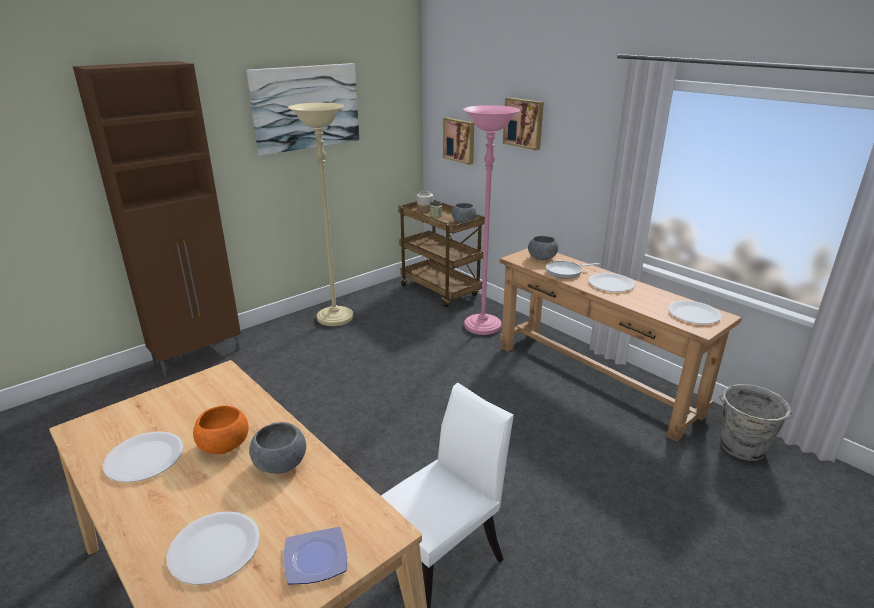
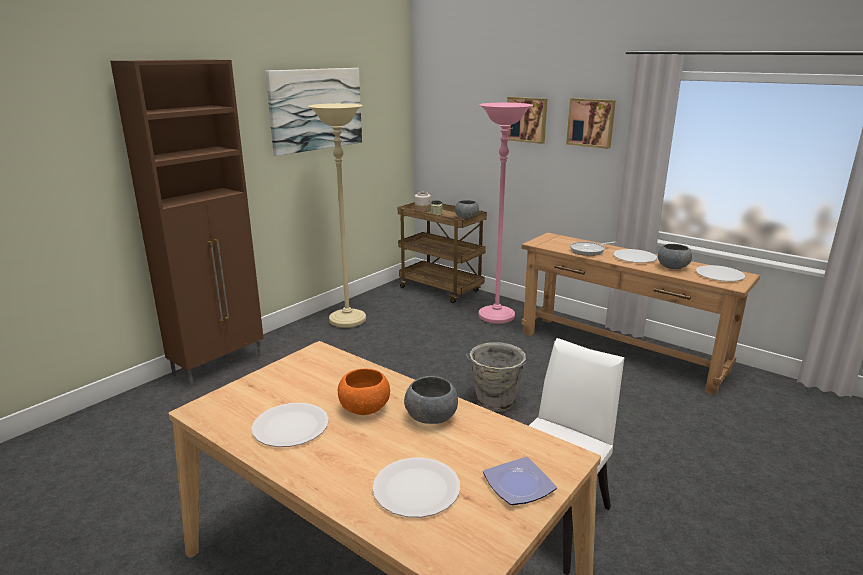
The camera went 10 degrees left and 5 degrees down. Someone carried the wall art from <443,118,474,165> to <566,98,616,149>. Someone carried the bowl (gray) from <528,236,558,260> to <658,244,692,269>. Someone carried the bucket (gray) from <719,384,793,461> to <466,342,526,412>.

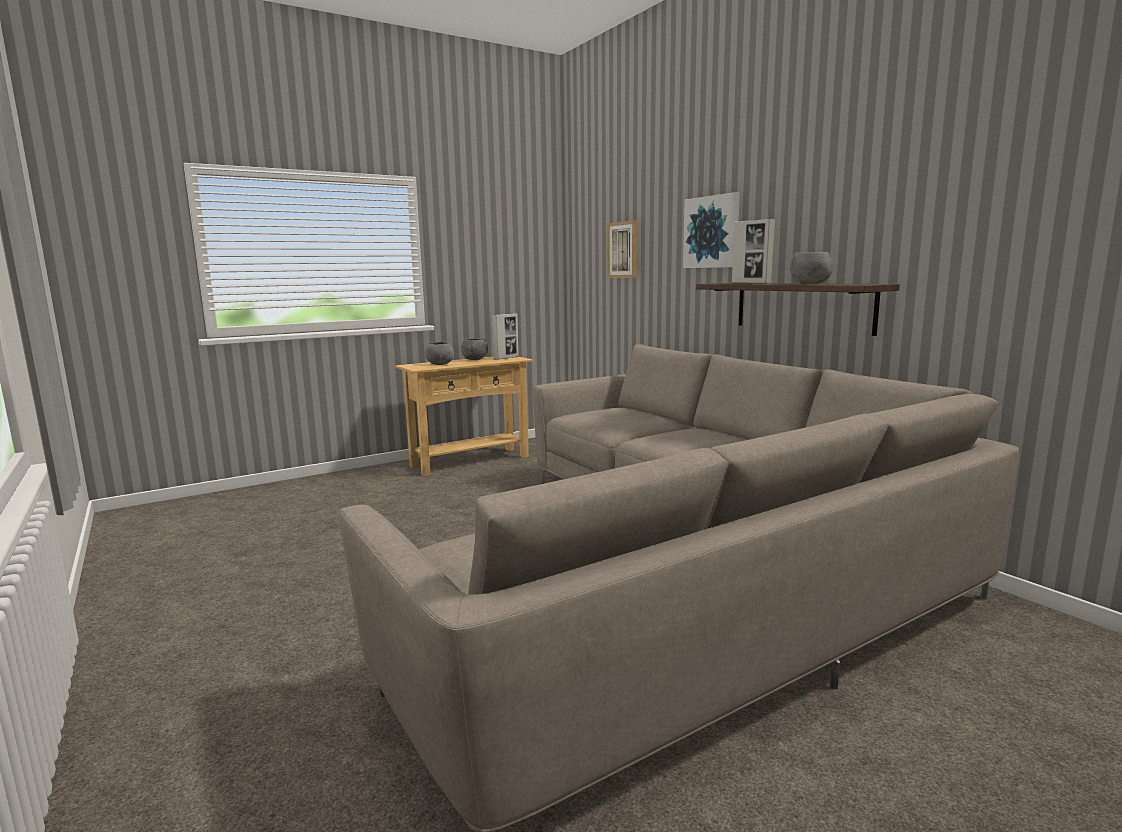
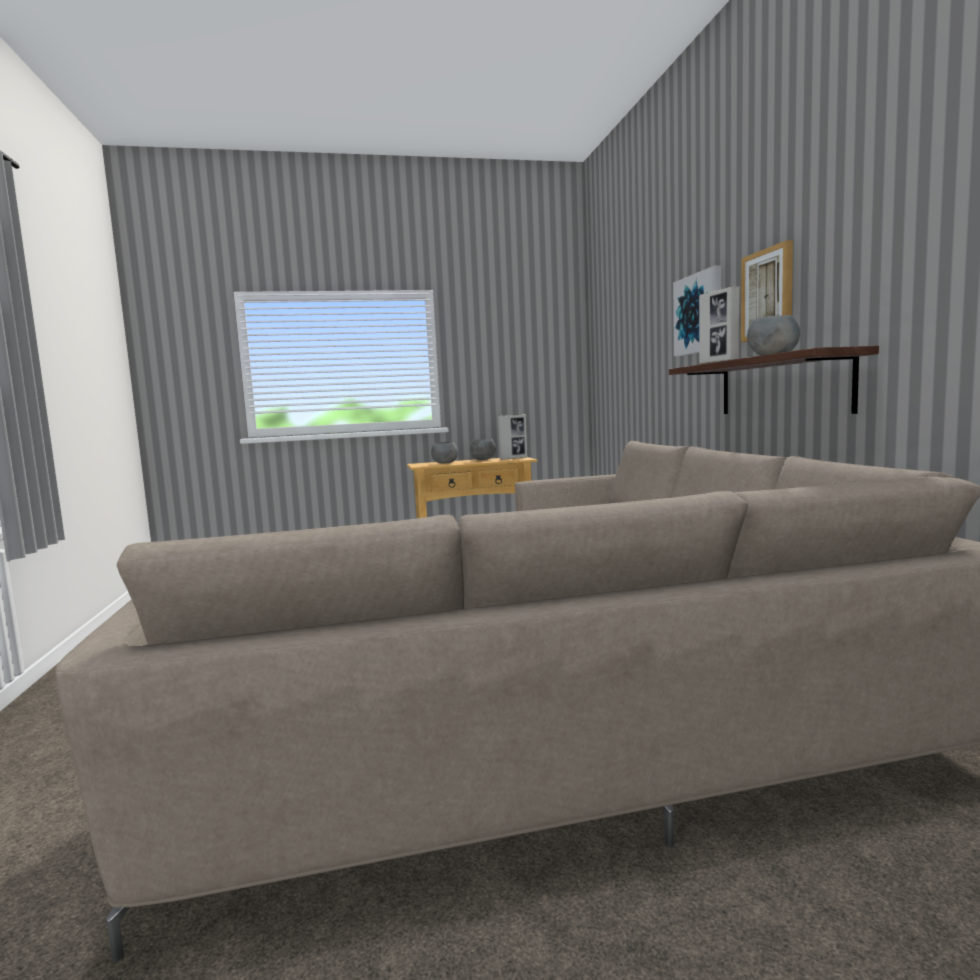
The camera went 20 degrees right and 5 degrees down. Someone carried the wall art from <607,220,638,278> to <741,240,793,342>.

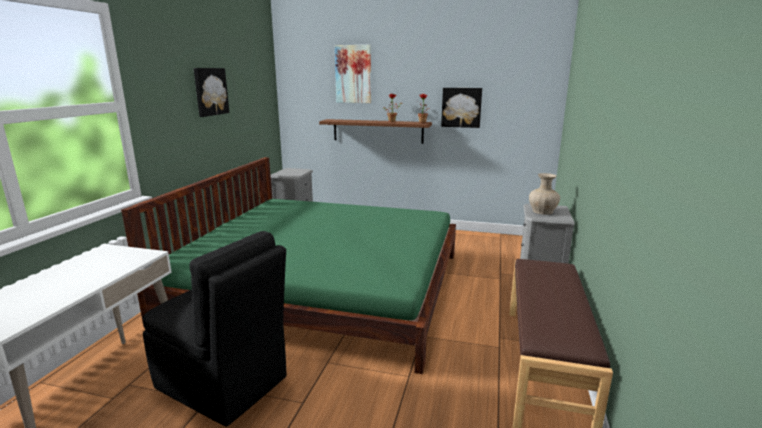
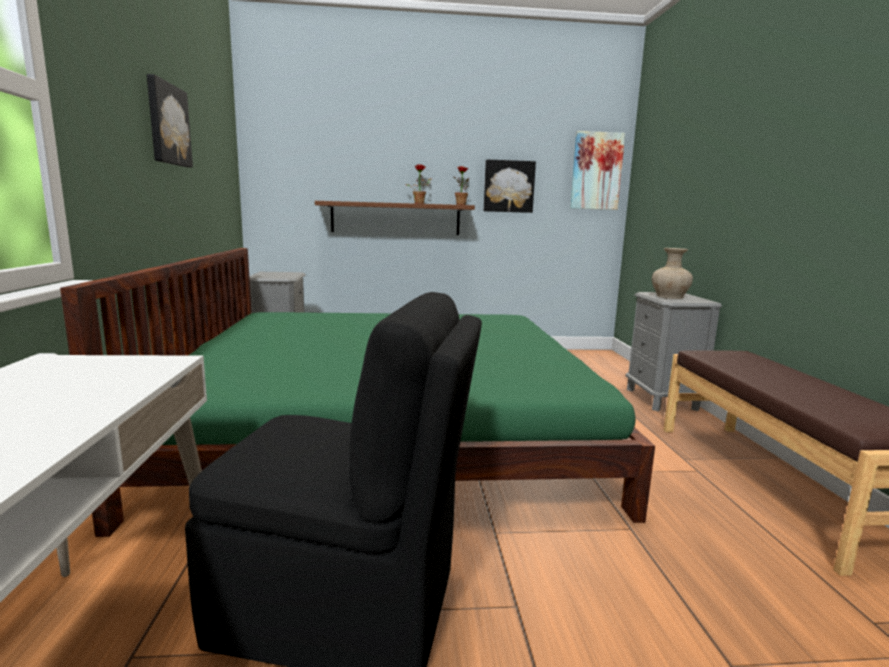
The camera went 20 degrees left and 5 degrees down. Someone carried the wall art from <335,45,371,103> to <570,131,625,210>.

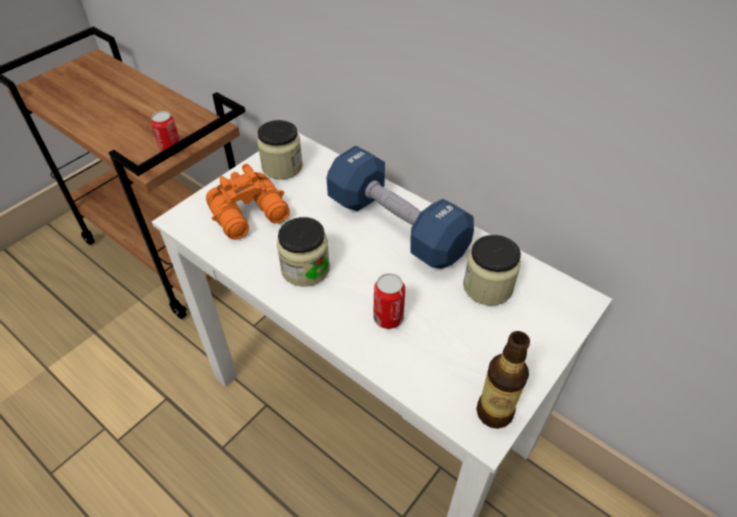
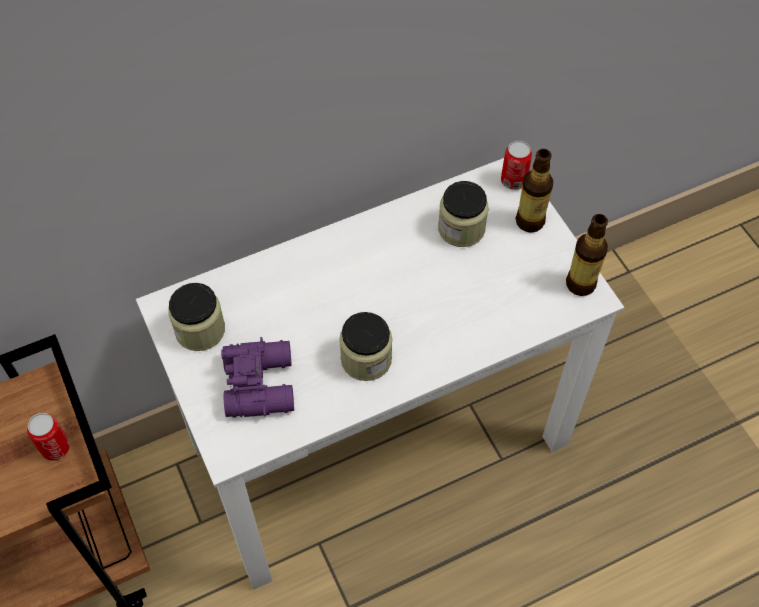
The camera went 65 degrees left and 10 degrees up. Someone took away the hand weight (blue-coloured) at <327,146,474,269>. Someone repainted the binoculars (orange-coloured) at <206,164,290,240>, which became the binoculars (purple) at <221,337,294,418>. Someone carried the can from <373,273,405,329> to <501,141,532,190>. Someone put down the bottle at <516,149,553,233>.

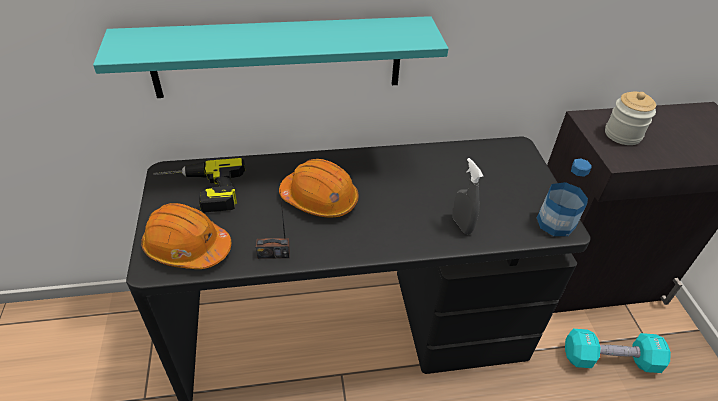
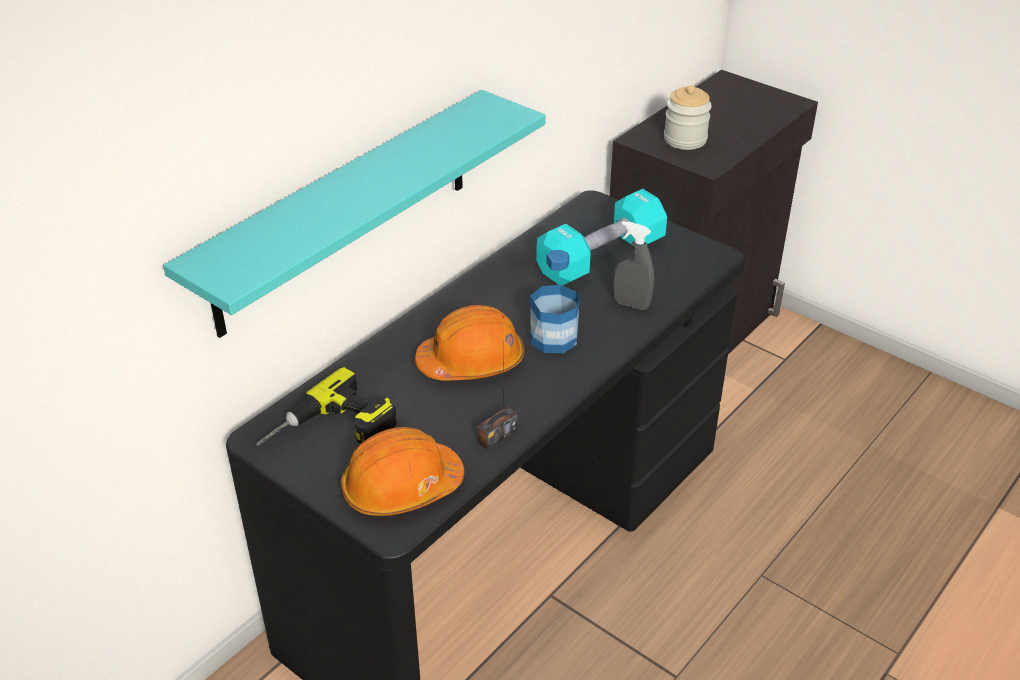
The camera went 40 degrees left and 5 degrees down. Someone carried the bottle from <537,159,592,236> to <530,250,580,353>. Someone carried the hand weight (turquoise-coloured) from <565,329,671,373> to <536,189,667,286>.

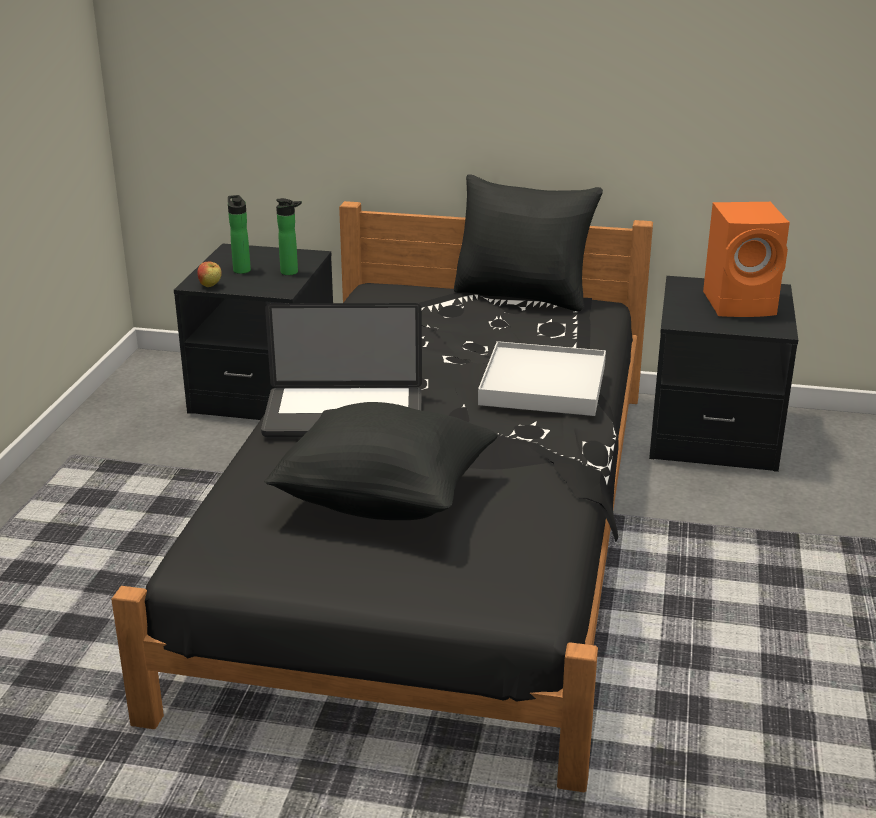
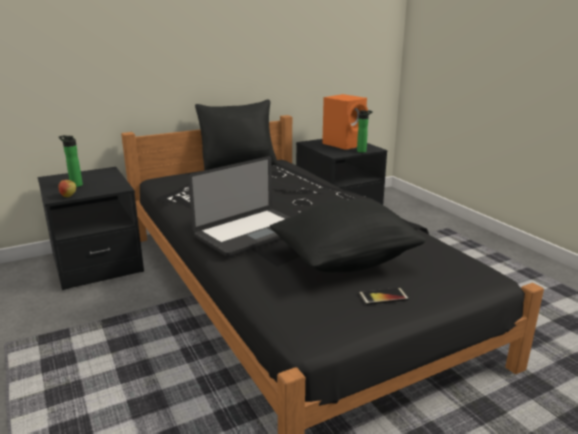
The camera went 40 degrees left and 5 degrees down. Someone carried the bottle from <276,198,302,275> to <357,110,373,153>. Someone took away the tray (whitish) at <478,341,606,416>. Someone put down the telephone at <359,288,409,305>.

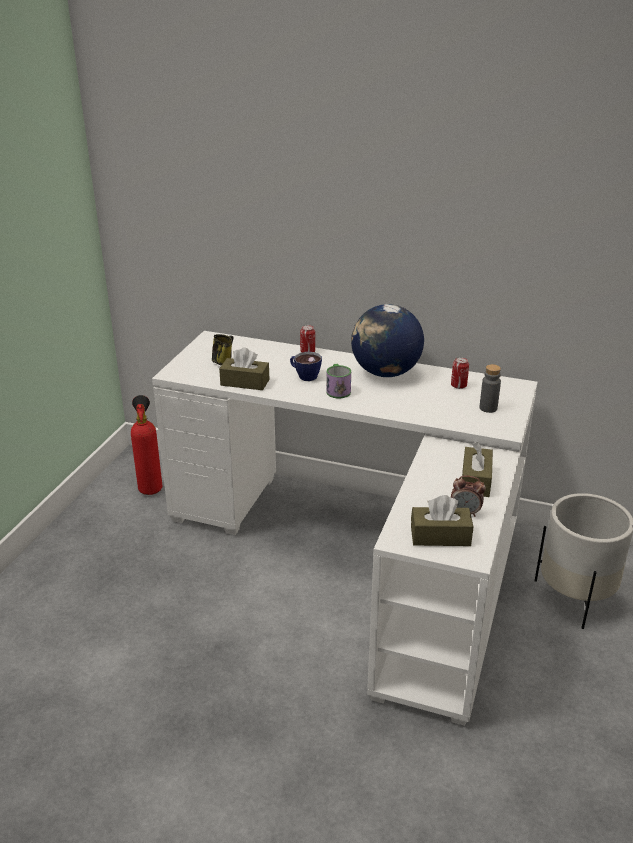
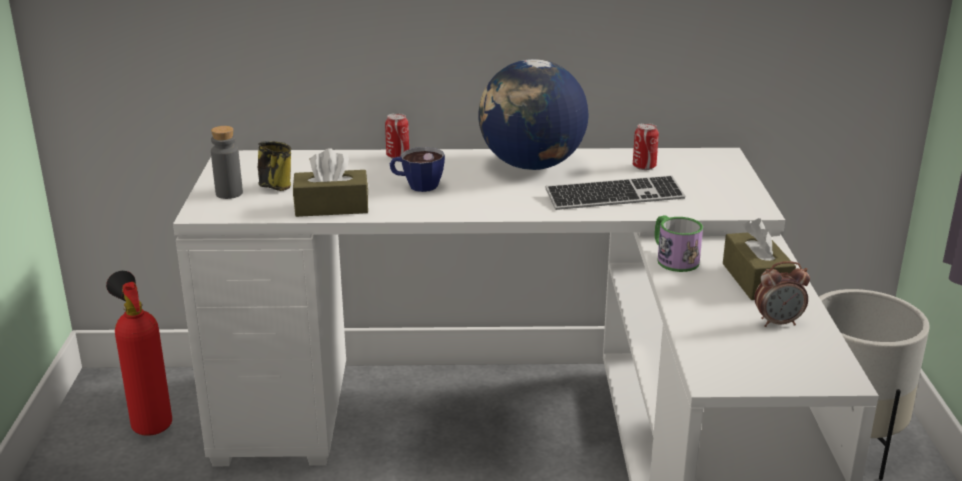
The camera went 20 degrees left and 5 degrees down. Someone carried the coffee mug from <326,364,351,398> to <655,215,703,272>. Someone carried the bottle (gray) from <480,364,501,413> to <211,126,243,199>. Someone took away the tissue box (brownish) at <411,495,474,546>. Someone put down the PC keyboard at <545,175,685,210>.

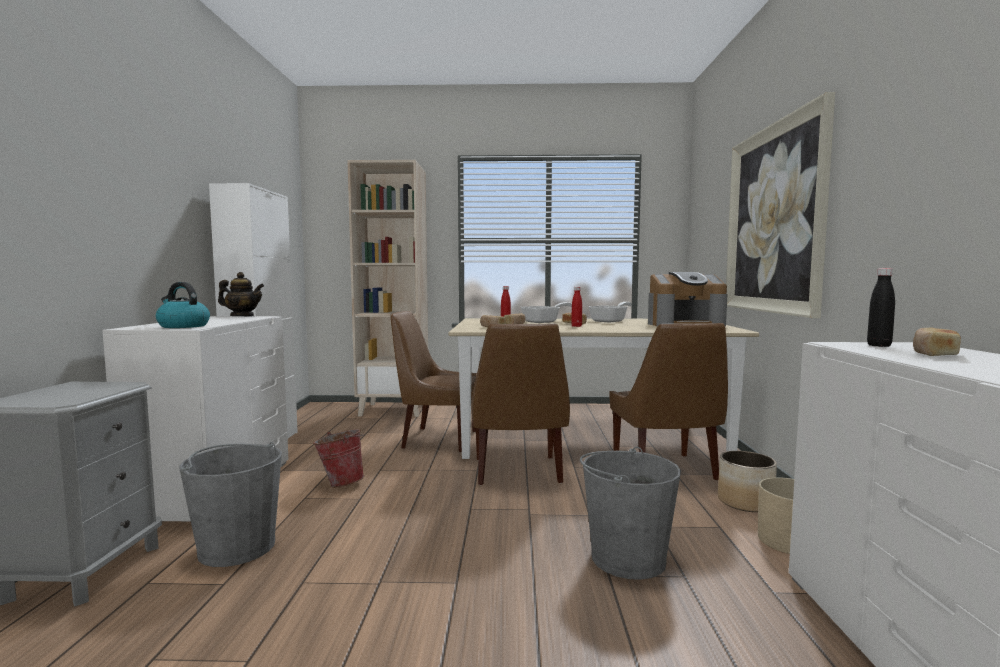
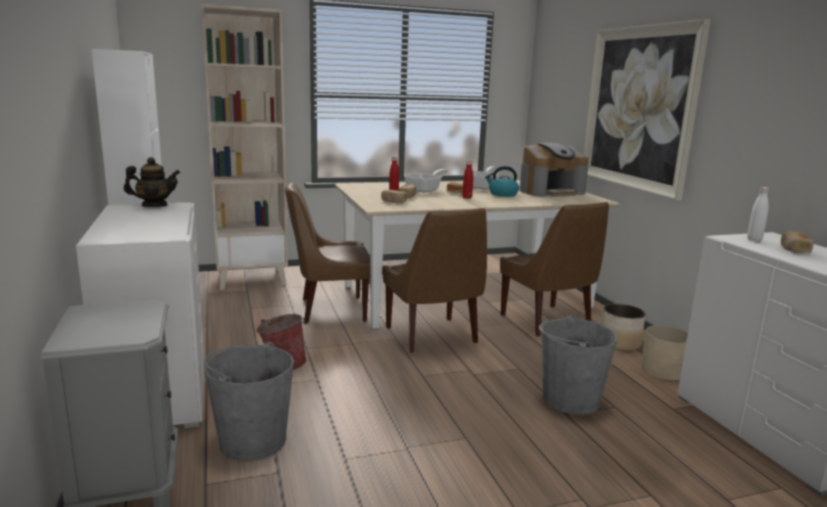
The camera went 20 degrees left and 10 degrees up. Someone repainted the bottle (blackish) at <867,268,895,347>, which became the bottle (whitish) at <747,187,770,241>. Someone carried the water kettle from <156,282,210,328> to <485,166,519,197>.

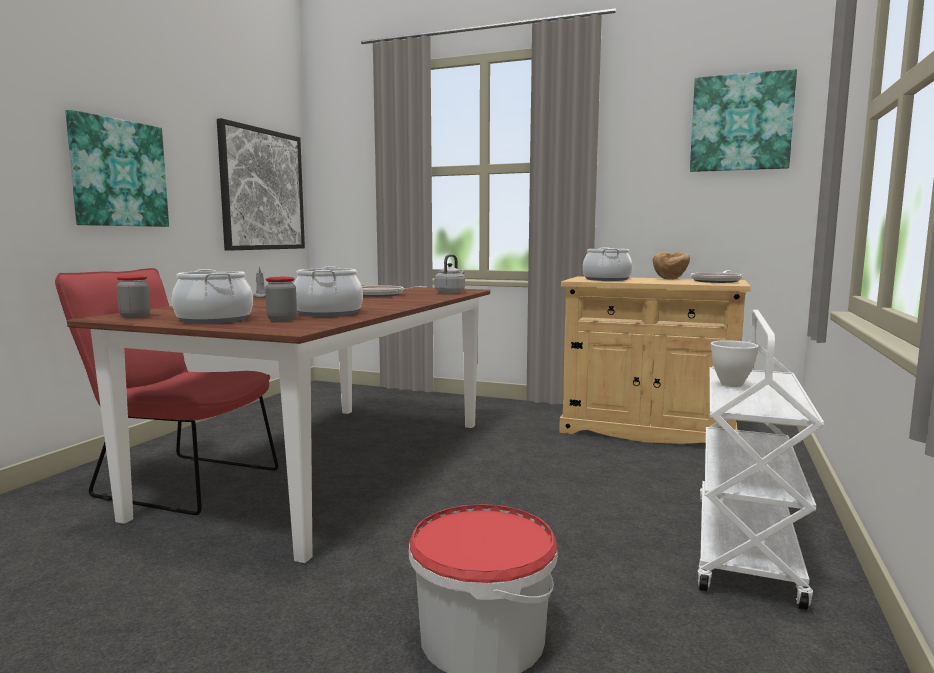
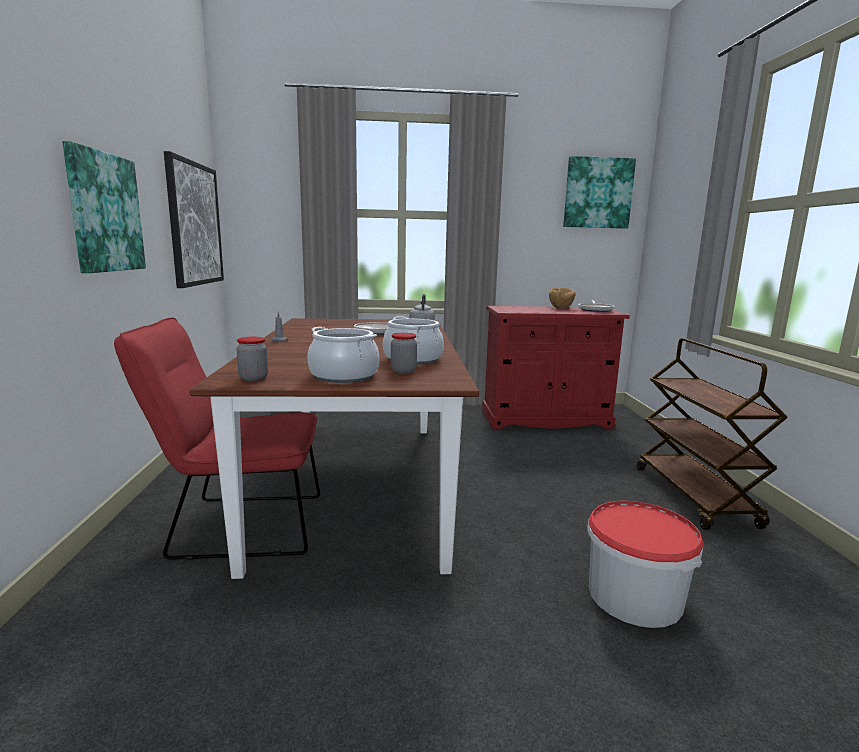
The camera went 25 degrees left and 5 degrees up. Someone took away the cooking pot at <583,247,632,281>. Someone repainted the cupboard (beige) at <559,276,751,444>, which became the cupboard (reddish) at <482,306,630,429>. Someone repainted the cart (whitish) at <697,310,824,610>, which became the cart (brownish) at <637,338,788,530>. Someone took away the bowl (whitish) at <711,340,759,387>.

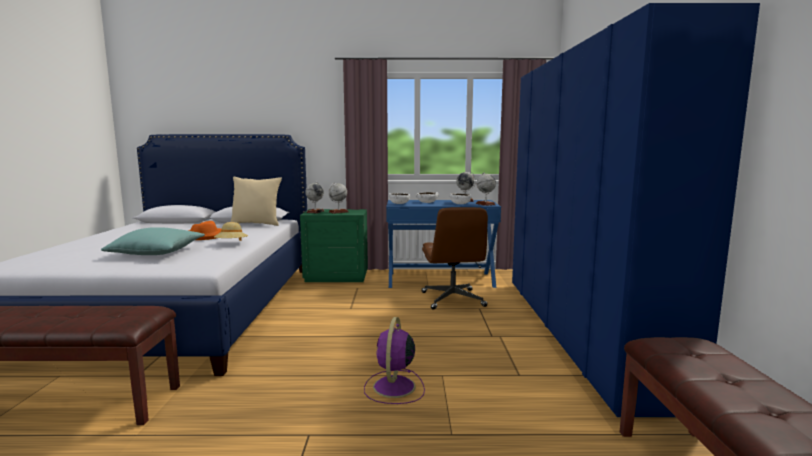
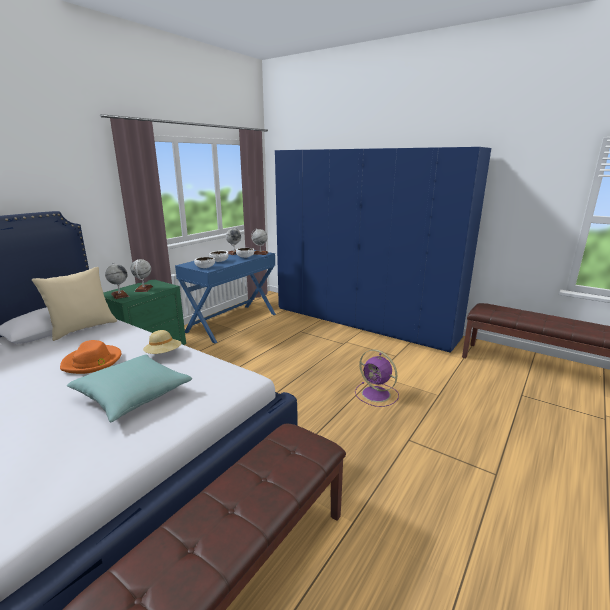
The camera went 55 degrees left and 10 degrees up. Someone took away the desk chair (brownish) at <421,207,488,310>.

